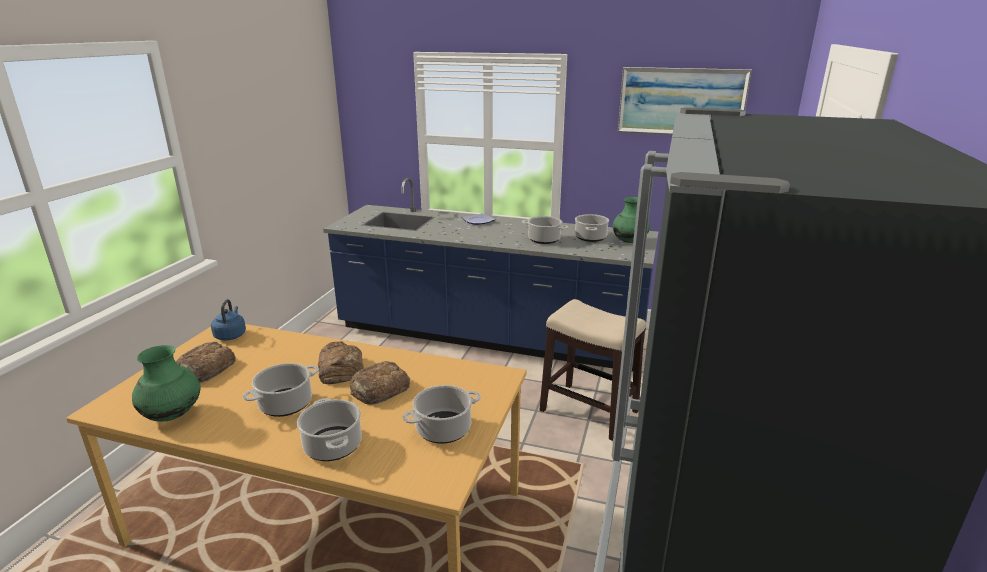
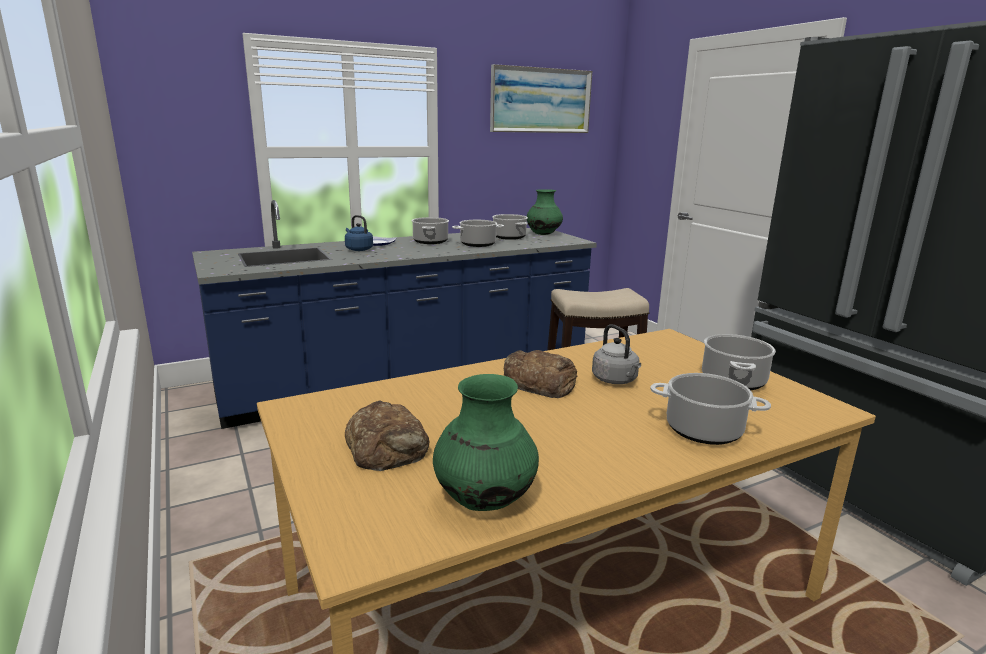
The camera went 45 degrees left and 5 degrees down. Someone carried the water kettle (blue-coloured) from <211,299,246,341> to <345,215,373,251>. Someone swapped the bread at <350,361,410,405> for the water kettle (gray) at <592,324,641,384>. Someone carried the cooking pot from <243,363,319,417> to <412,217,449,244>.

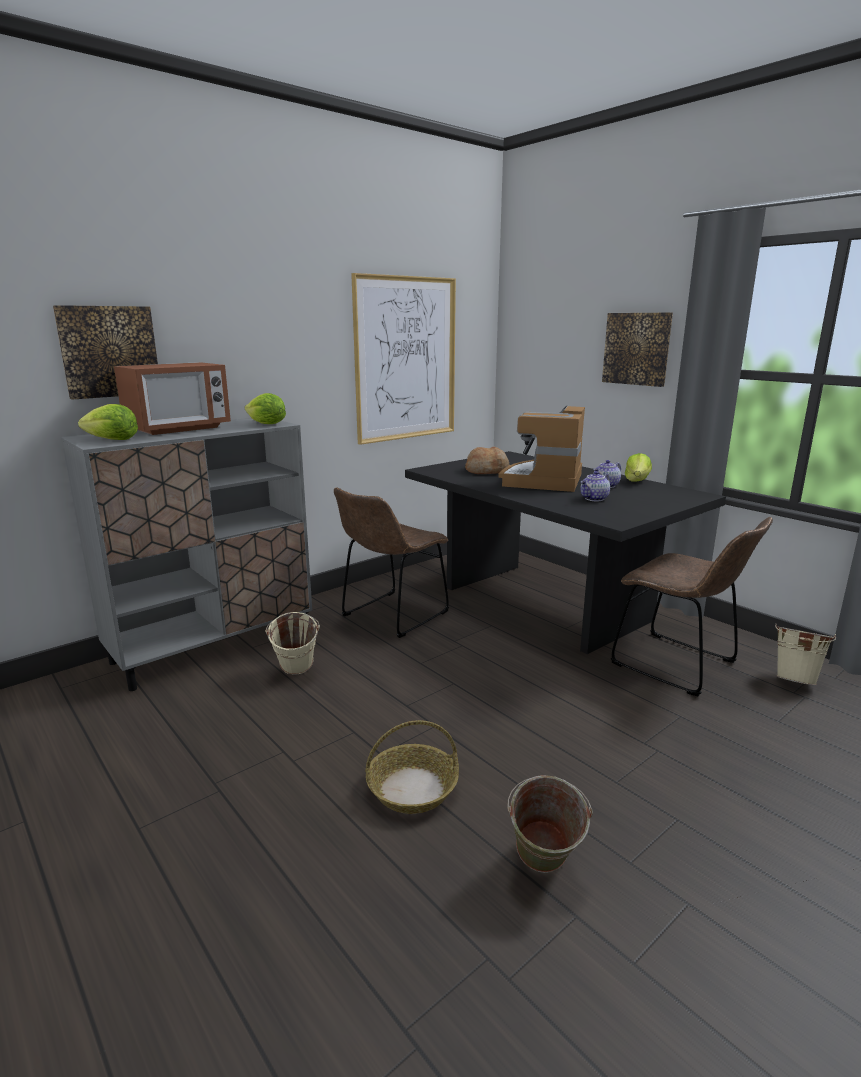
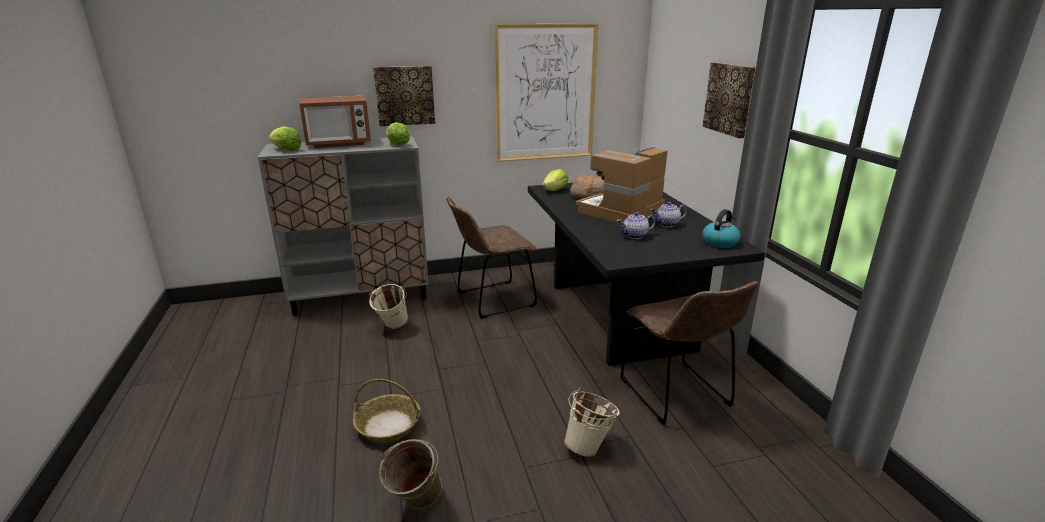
The camera went 25 degrees right and 5 degrees up. Someone carried the wall art from <53,305,158,400> to <373,66,435,126>. Someone carried the head of lettuce from <625,453,652,482> to <542,169,568,191>. Someone carried the bucket (beige) from <775,624,836,686> to <564,388,620,457>. Someone put down the water kettle at <702,209,741,248>.

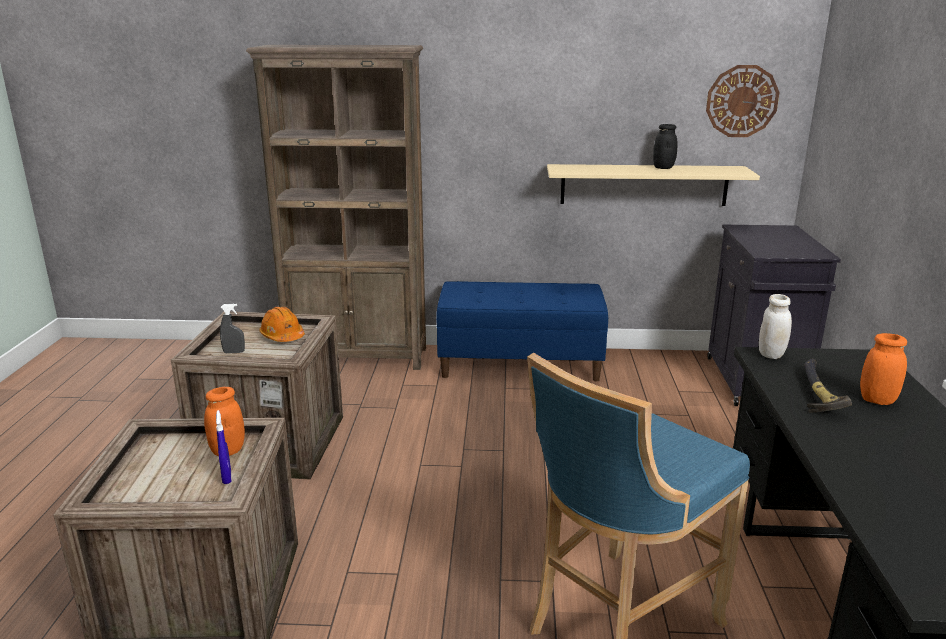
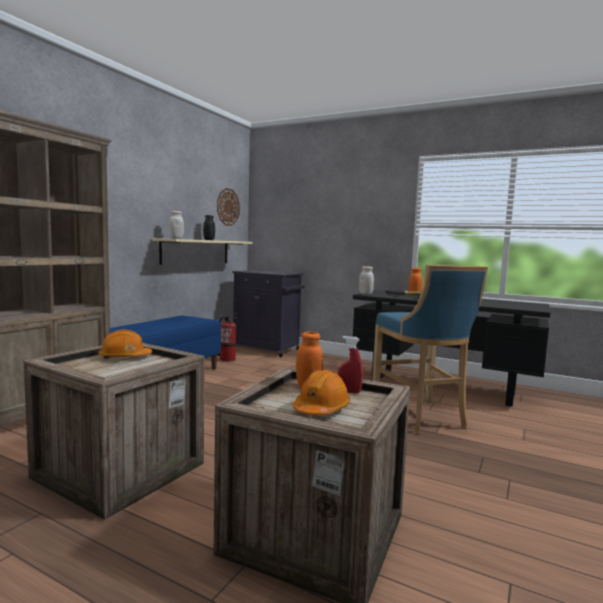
The camera went 65 degrees left and 15 degrees down. Someone took away the hand sprayer (gray) at <220,304,245,353>. Someone repainted the hand sprayer (blue-coloured) at <216,410,231,484>, which became the hand sprayer (reddish) at <338,336,363,393>. Someone put down the preserve jar (whitish) at <169,211,184,239>. Someone put down the fire extinguisher at <217,313,238,362>. Someone put down the safety helmet (orange-coloured) at <293,370,350,415>.

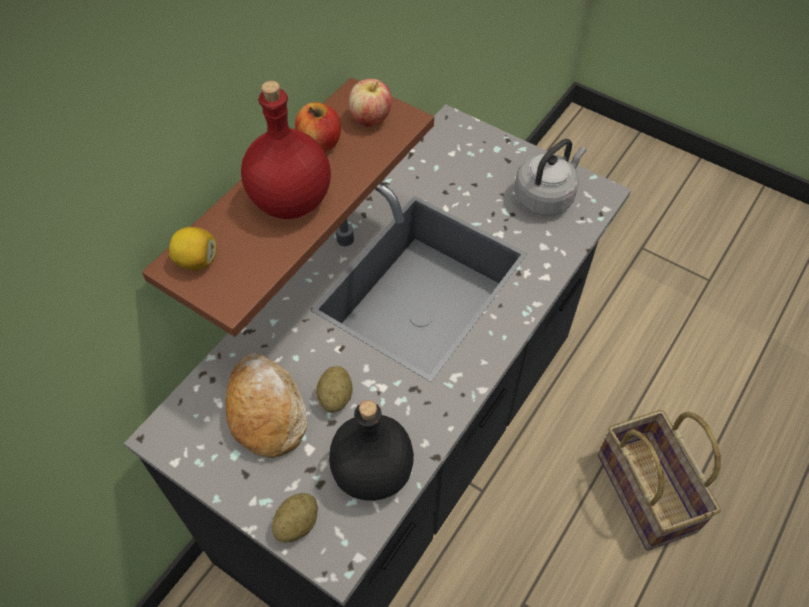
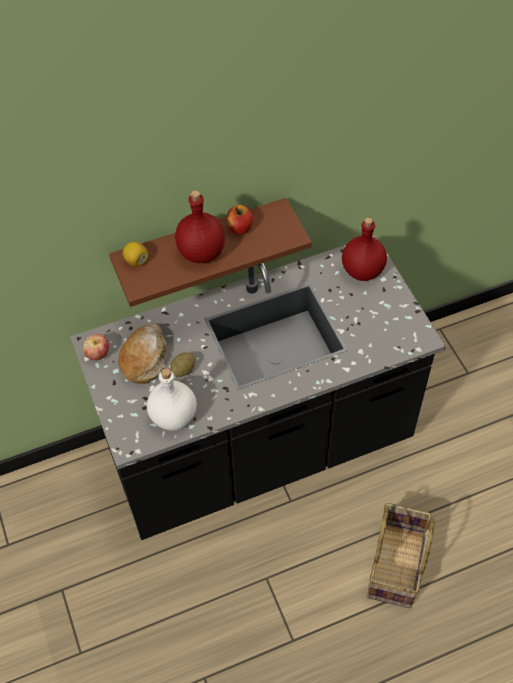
The camera went 35 degrees right and 0 degrees up. Someone carried the apple fruit from <349,79,392,127> to <83,334,109,360>. Someone took away the water kettle (gray) at <514,139,586,215>. Someone repainted the bottle (blackish) at <329,400,414,501>, which became the bottle (whitish) at <147,368,197,431>. Someone took away the potato at <272,493,318,543>. Someone put down the bottle (reddish) at <342,217,387,281>.

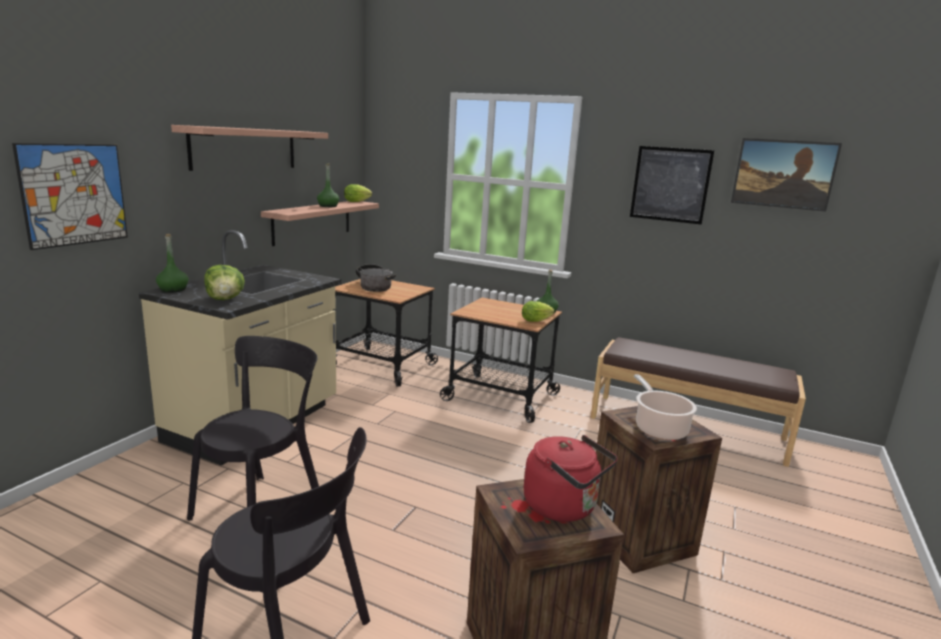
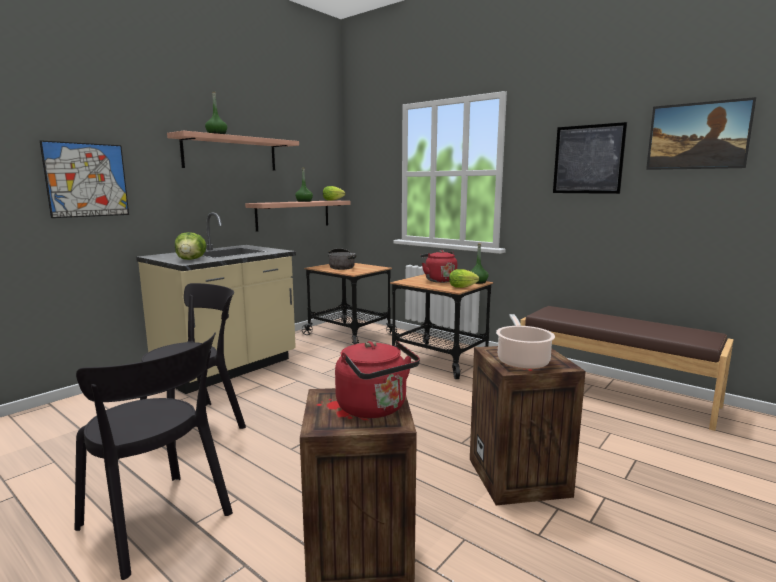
The camera went 15 degrees right and 5 degrees down. Someone carried the bottle (green) from <156,234,189,292> to <205,92,227,134>. Someone put down the water kettle (reddish) at <420,250,457,283>.

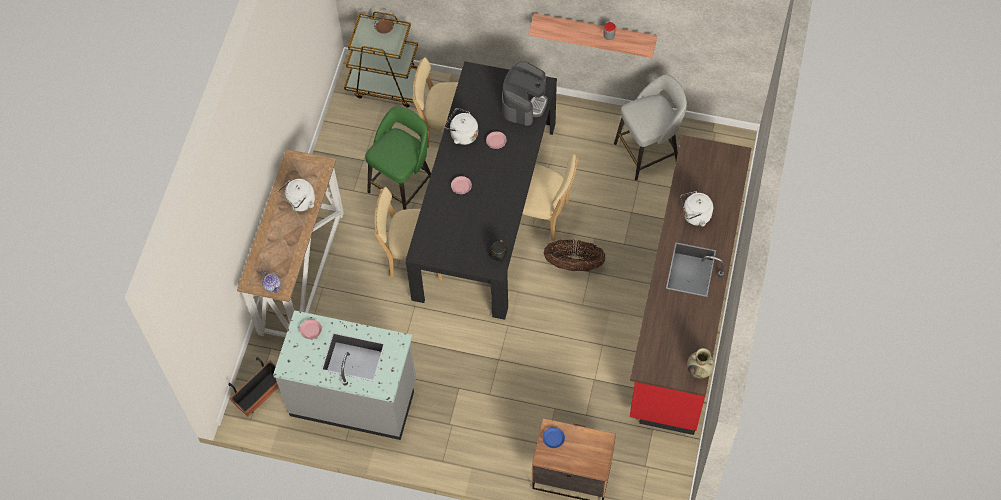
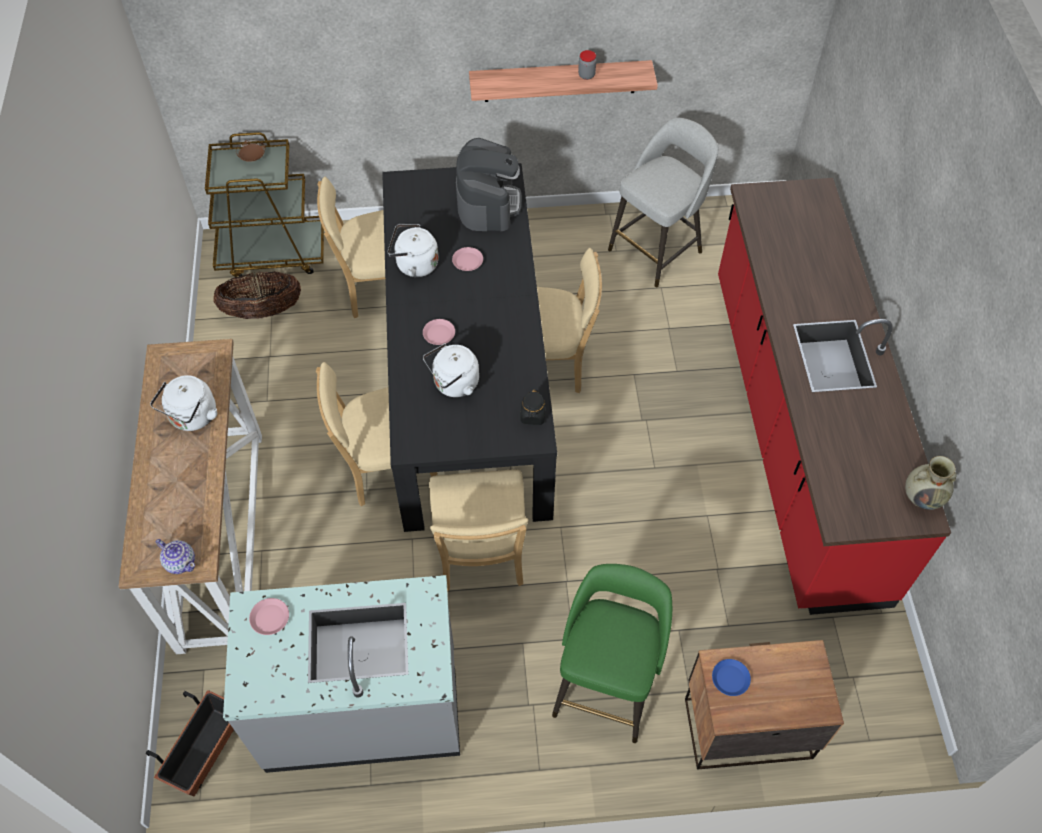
The camera went 20 degrees left and 5 degrees down. Someone carried the stool (green) from <365,106,431,210> to <552,564,672,743>. Someone carried the water kettle (whitish) from <680,191,713,226> to <423,343,479,397>. Someone carried the basket from <544,240,605,271> to <213,271,301,319>. Someone put down the plain chair (beige) at <429,470,528,592>.

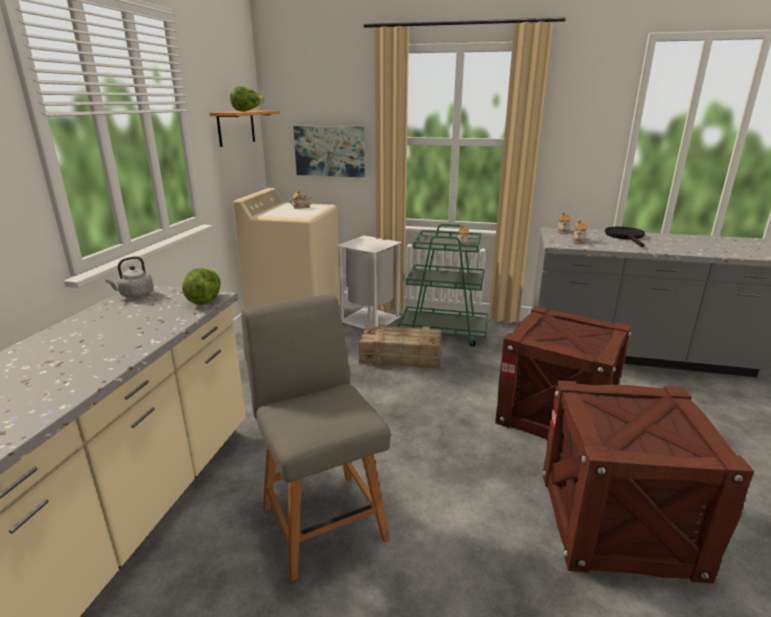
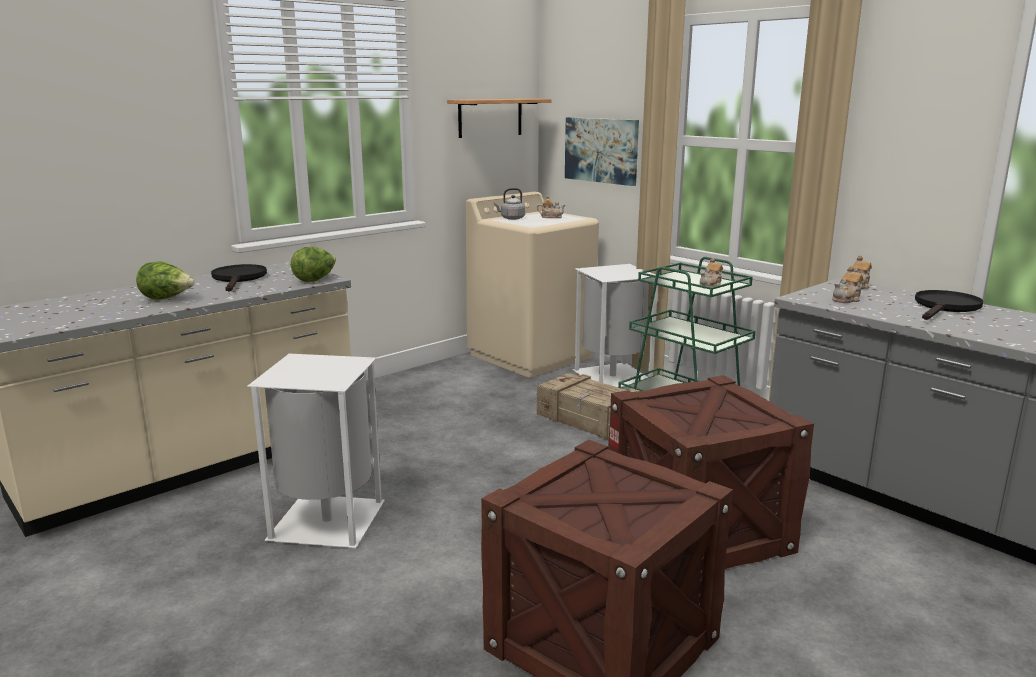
The camera went 35 degrees right and 5 degrees down. Someone carried the head of lettuce from <230,86,265,111> to <136,262,195,300>. Someone carried the water kettle (gray) from <105,256,154,298> to <494,188,525,220>. Someone swapped the plain chair (gray) at <241,294,391,582> for the waste bin (whitish) at <247,354,385,548>. Someone put down the pan (blackish) at <211,264,267,291>.

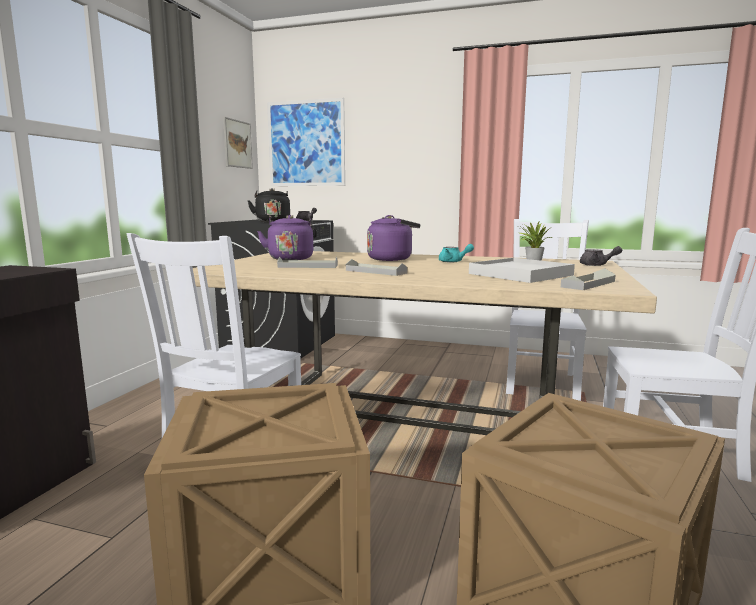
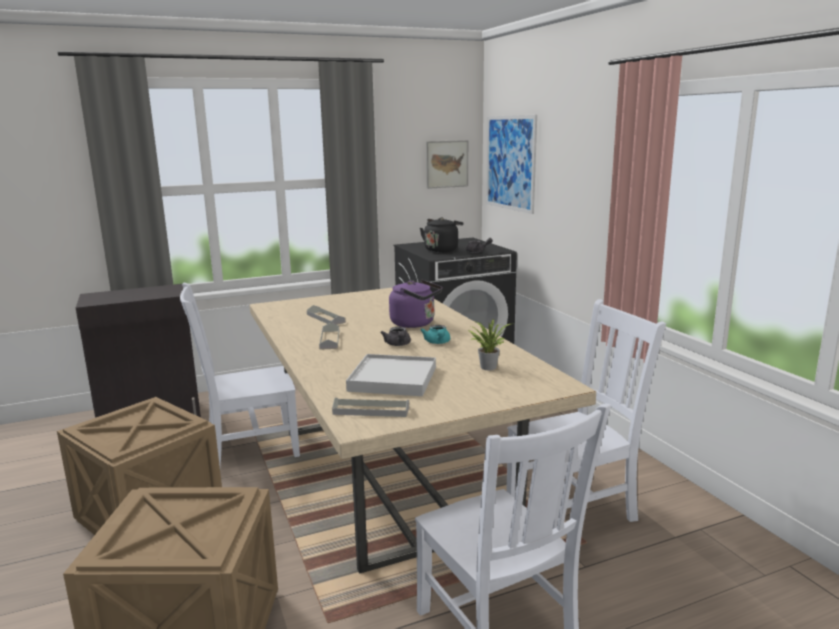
The camera went 50 degrees right and 5 degrees up. Someone took away the water kettle (purple) at <257,215,313,260>. Someone carried the pot for tea (gray) from <580,246,622,266> to <381,327,411,346>.

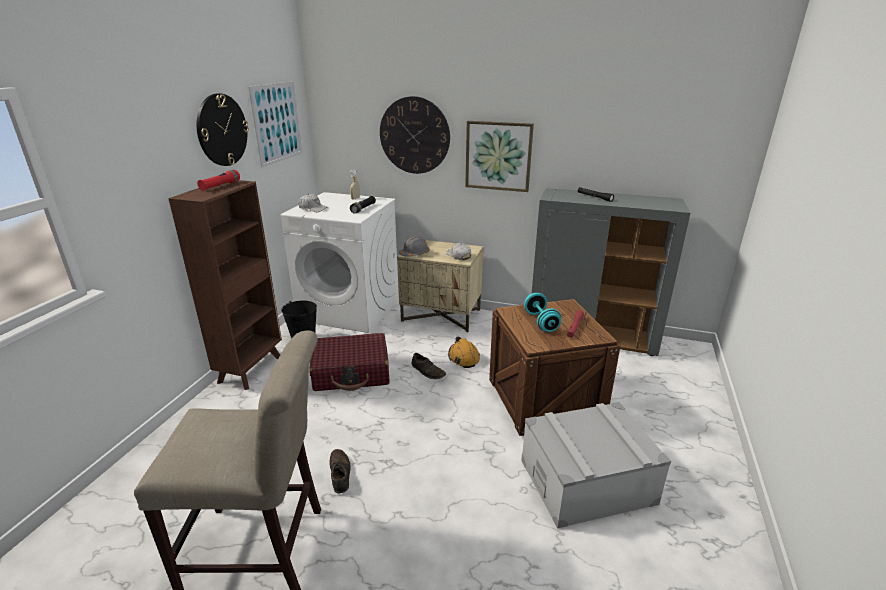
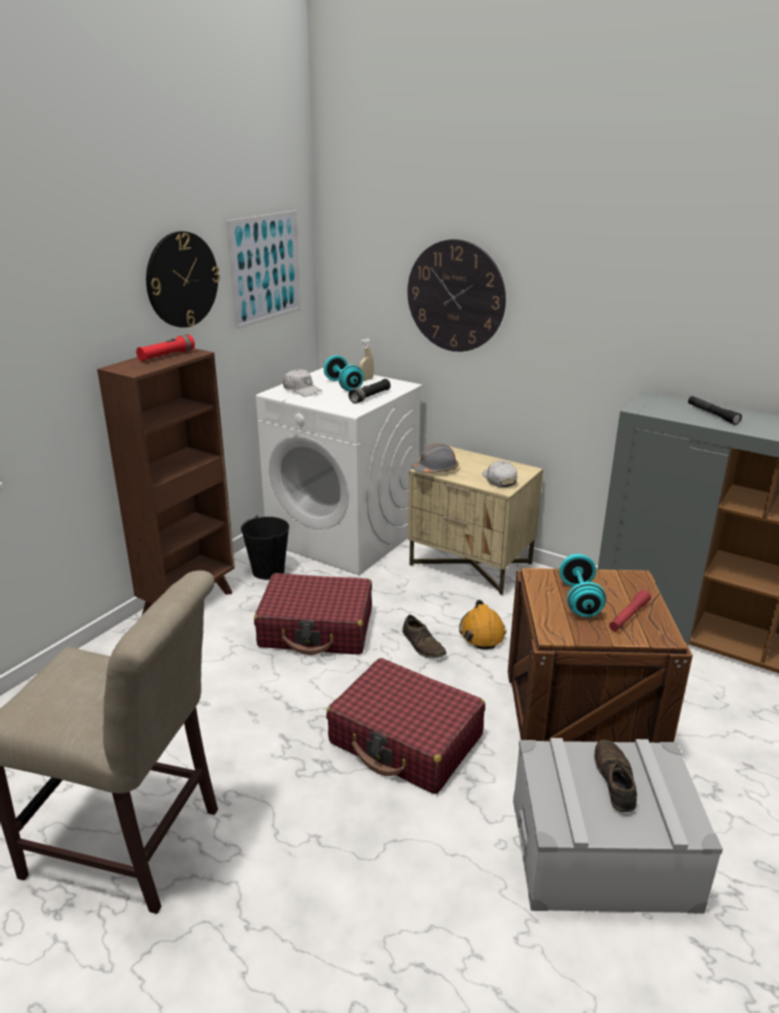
The camera went 15 degrees right and 0 degrees up. Someone took away the wall art at <465,121,534,192>. Someone carried the low shoe (brownish) from <329,449,350,494> to <594,740,637,812>. Someone put down the hand weight (turquoise-coloured) at <324,355,364,391>. Someone put down the suitcase (reddish) at <326,658,485,794>.

